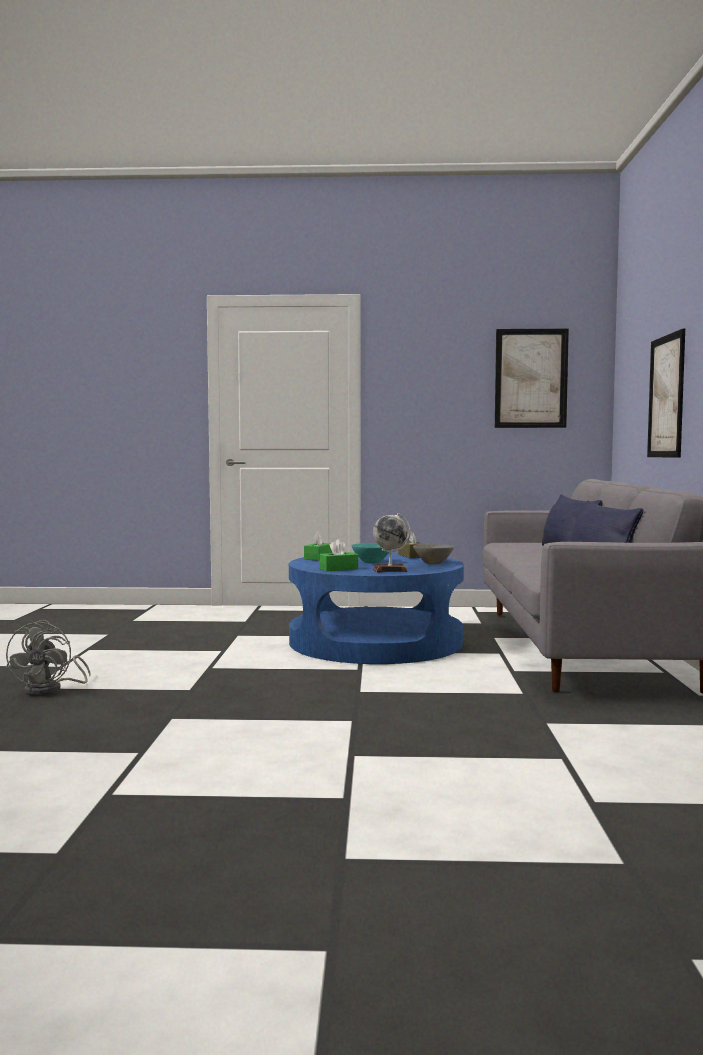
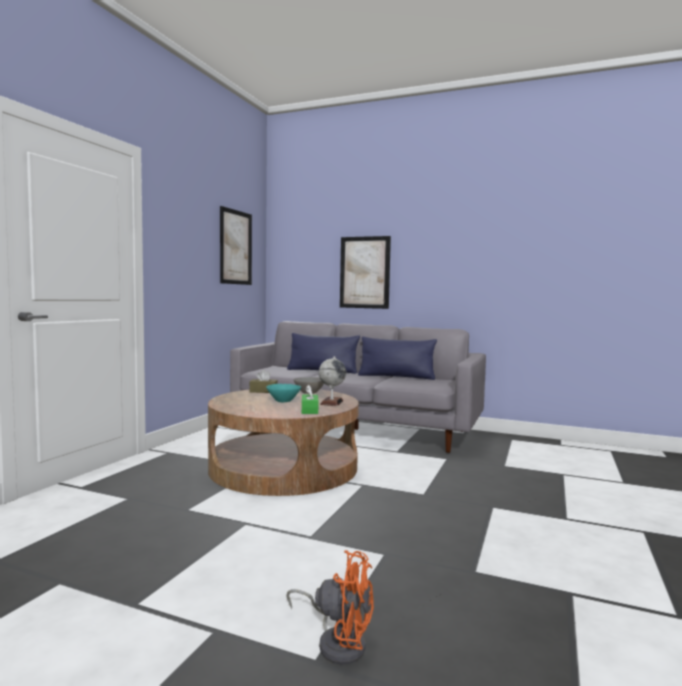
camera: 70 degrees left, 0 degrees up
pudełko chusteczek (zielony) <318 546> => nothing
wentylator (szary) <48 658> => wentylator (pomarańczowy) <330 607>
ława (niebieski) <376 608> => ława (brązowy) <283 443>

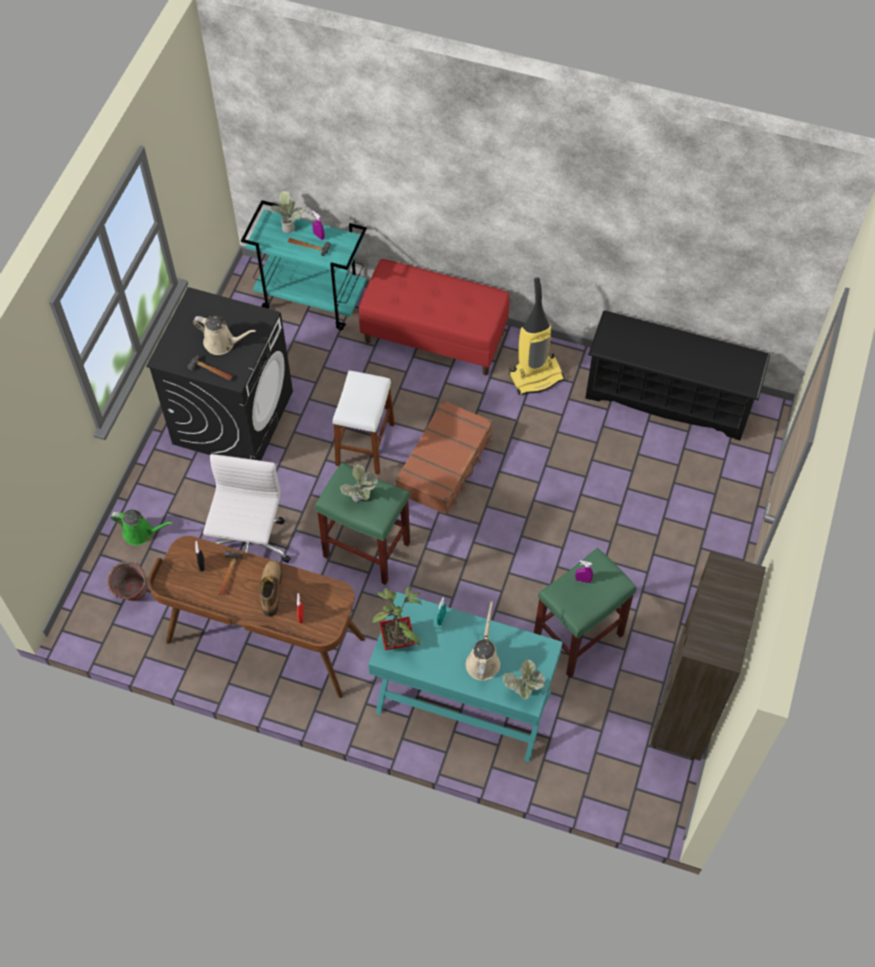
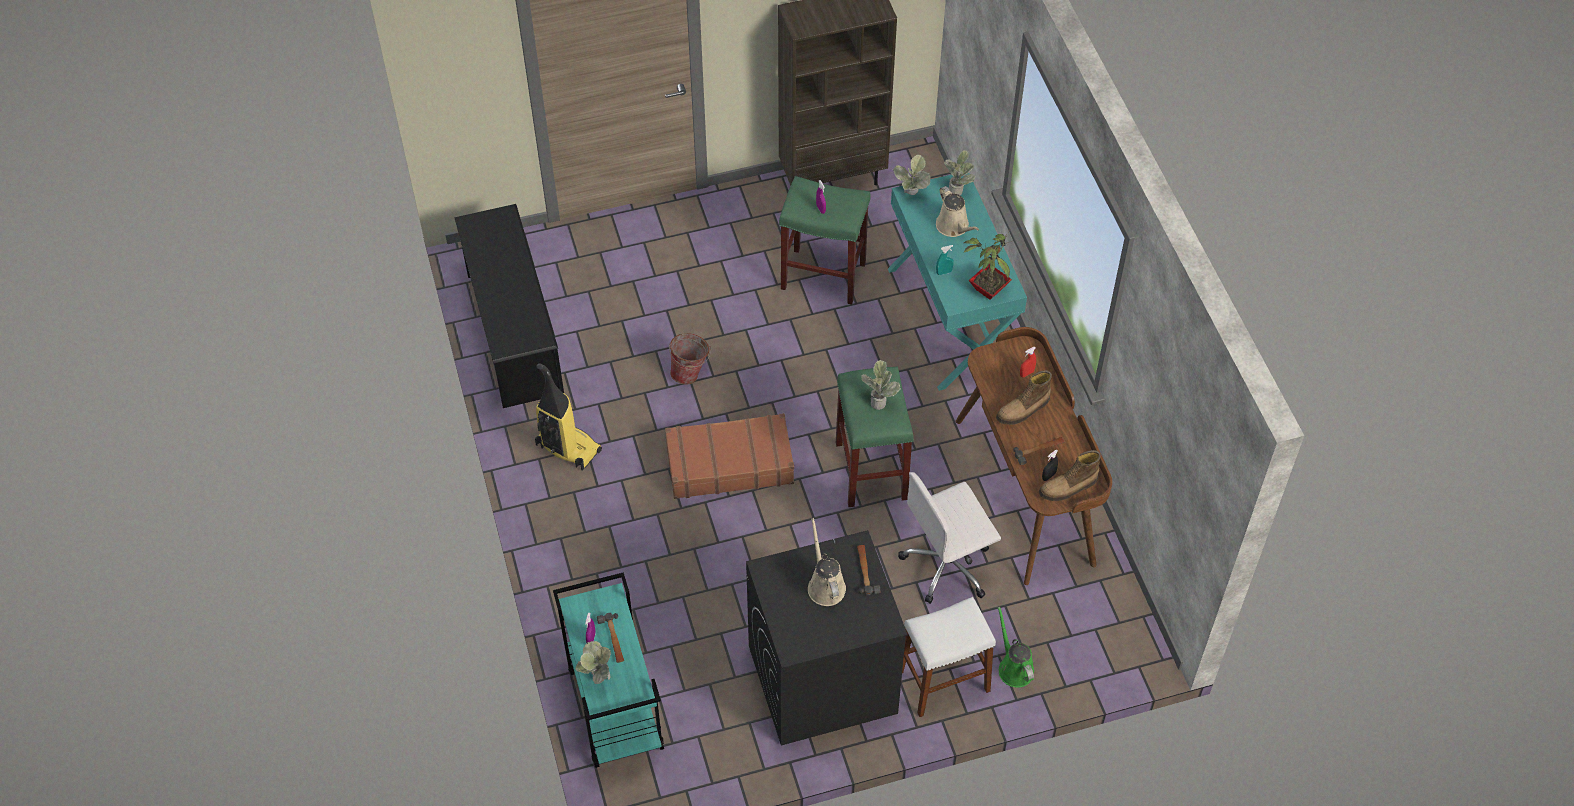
camera: 125 degrees left, 5 degrees down
ławka (czerwony) <434 317> => nothing
nothing => roślina doniczkowa <912 175>
nothing => but z cholewką <1070 475>
wiadro <127 580> => wiadro <690 359>, move
stołek (biały) <364 422> => stołek (biały) <949 657>, move
konewka (beżowy) <483 641> => konewka (beżowy) <957 211>, 90 degrees counterclockwise

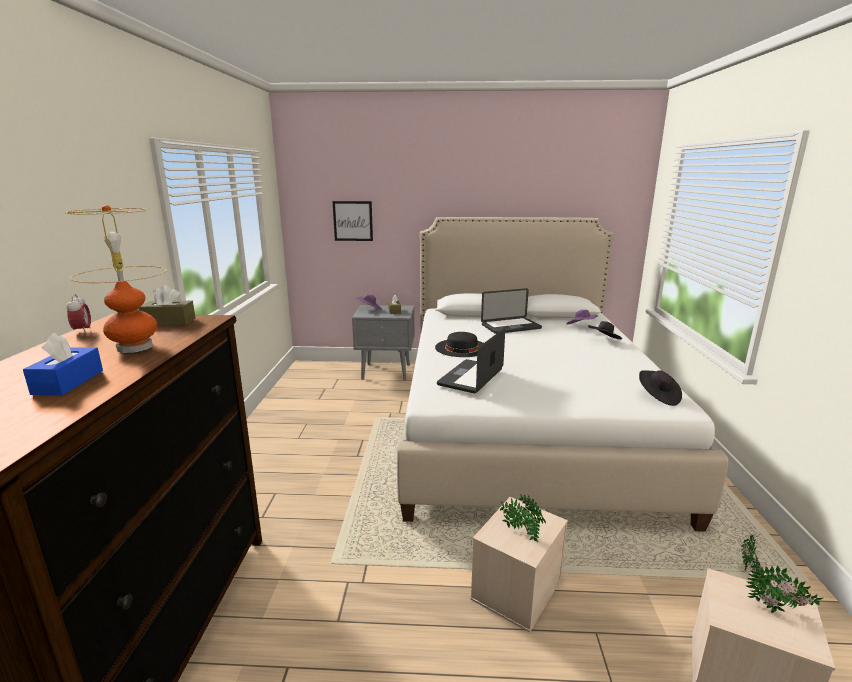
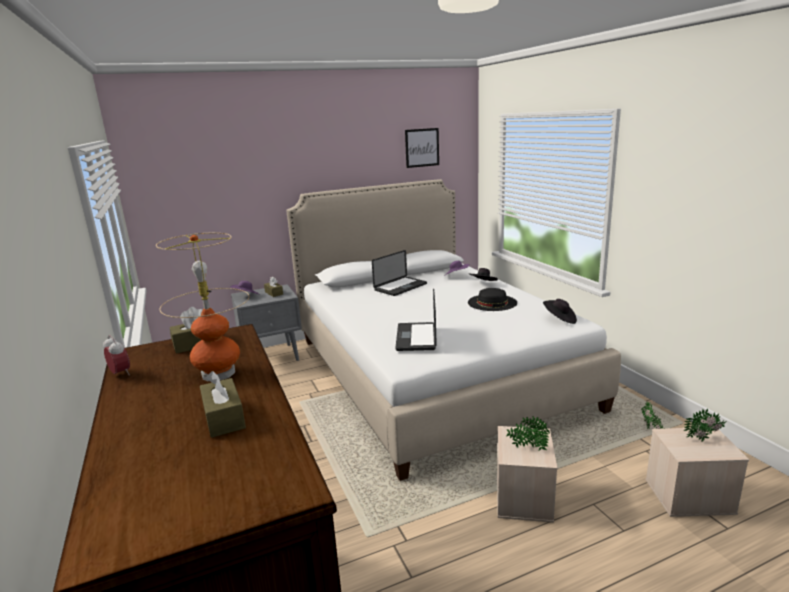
camera: 25 degrees left, 0 degrees up
obraz <353 221> => obraz <422 148>, move
kapelusz (czarny) <459 344> => kapelusz (czarny) <492 299>, move
pudełko chusteczek (niebieski) <63 364> => pudełko chusteczek (brązowy) <223 404>

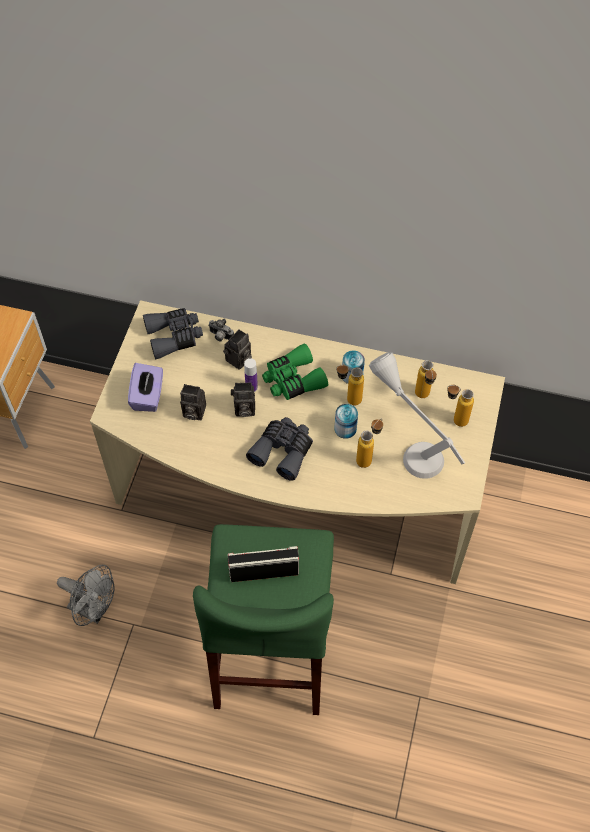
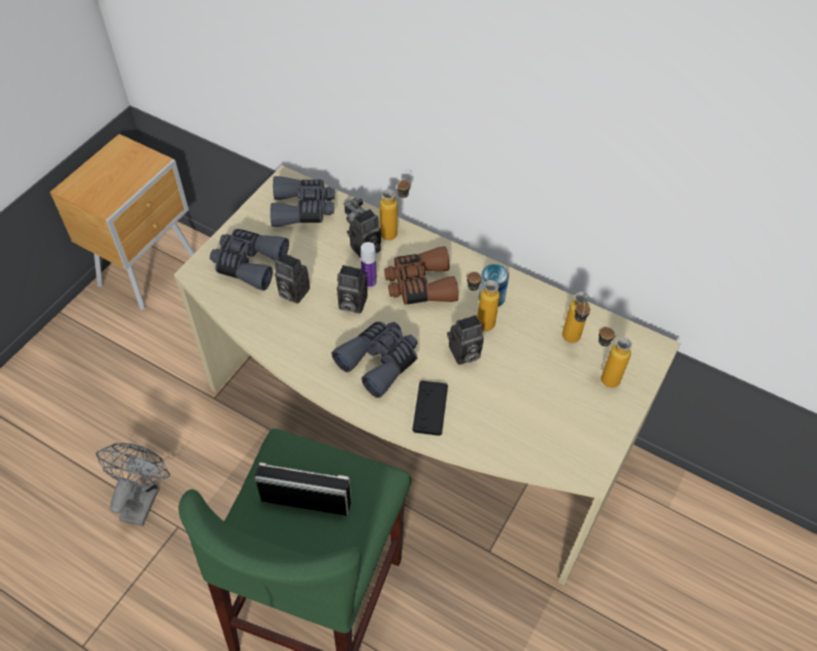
camera: 15 degrees right, 5 degrees down
lampa stołowa (szary) <417 415> => nothing
nothing => pad do gier (czarny) <430 408>
butelka <369 443> => butelka <395 209>, move
pudełko chusteczek (fioletowy) <145 387> => lornetka (szary) <249 260>
puszka <346 421> => aparat fotograficzny <465 340>
lornetka (zielony) <295 371> => lornetka (brązowy) <421 275>
wentylator (szary) <86 595> => wentylator (szary) <133 484>, 120 degrees counterclockwise

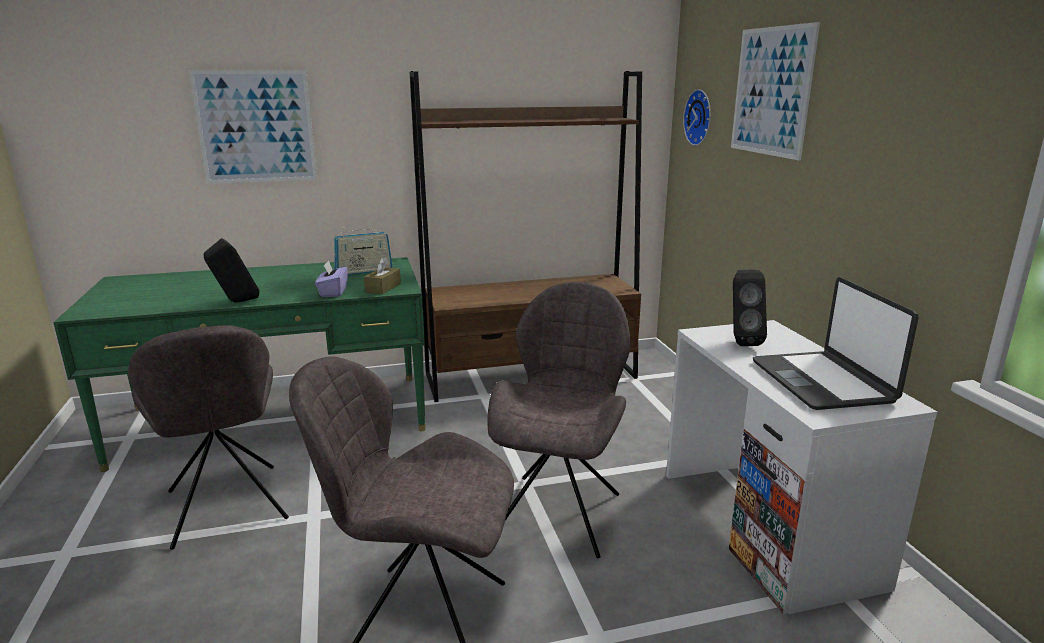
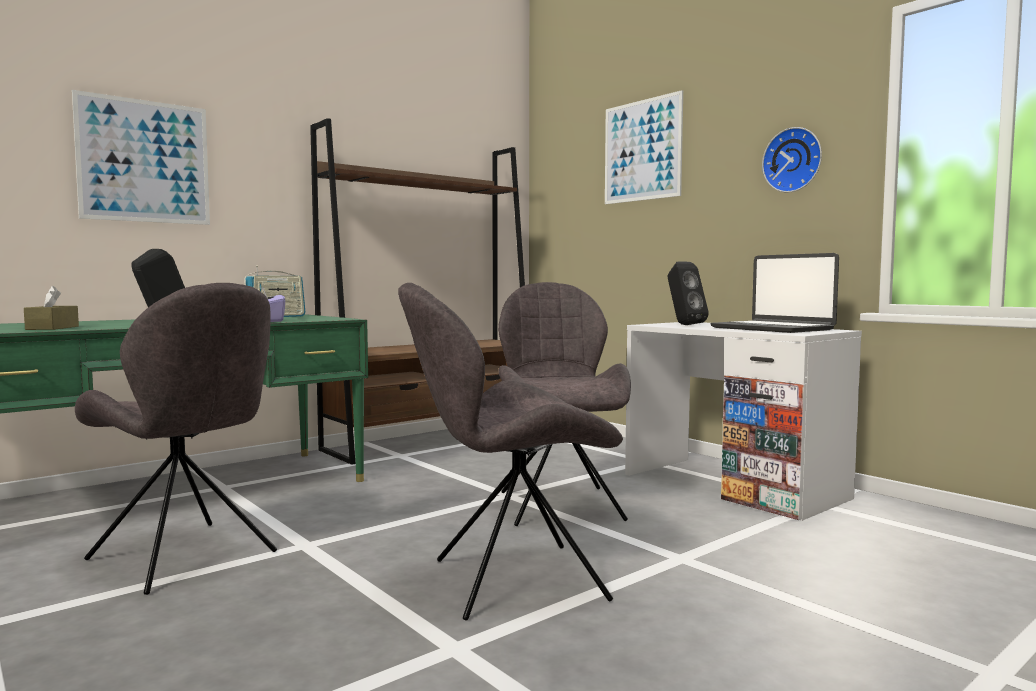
camera: 25 degrees left, 15 degrees down
pudełko chusteczek (brązowy) <382 275> => pudełko chusteczek (brązowy) <51 308>, move
zegar ścienny <697 117> => zegar ścienny <792 160>, move

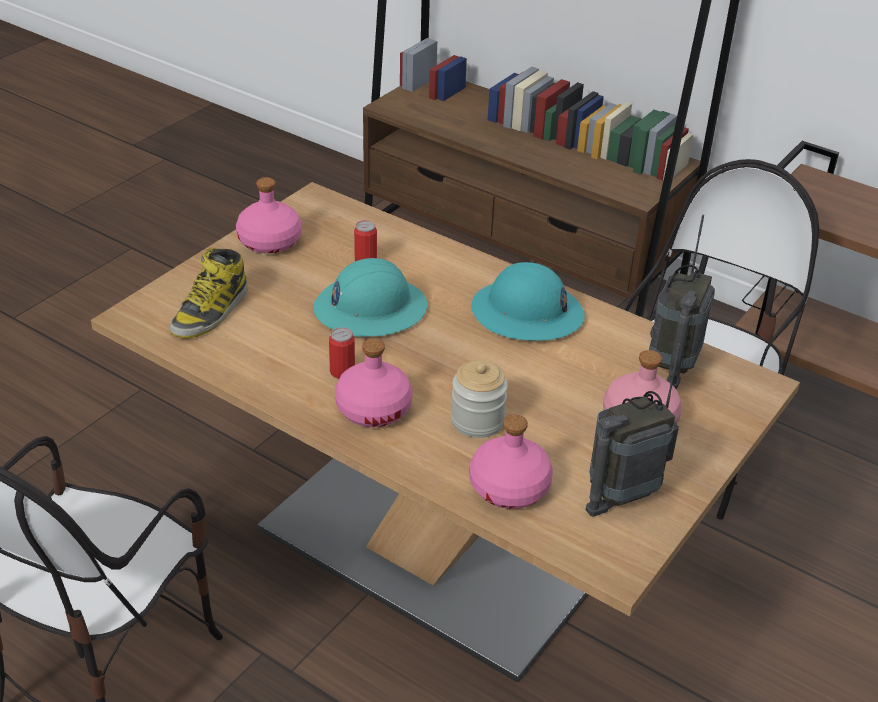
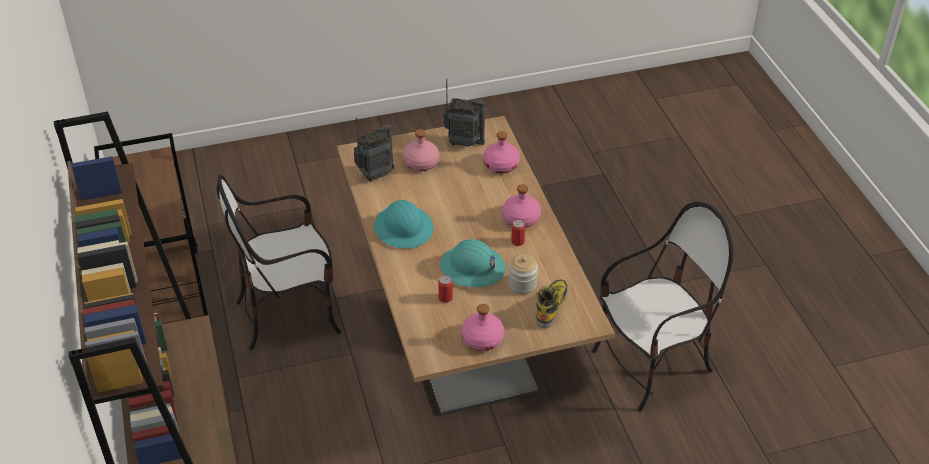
camera: 140 degrees left, 5 degrees up
słoik <479 399> => słoik <523 274>, move
but z cholewką <208 293> => but z cholewką <551 303>, 45 degrees counterclockwise

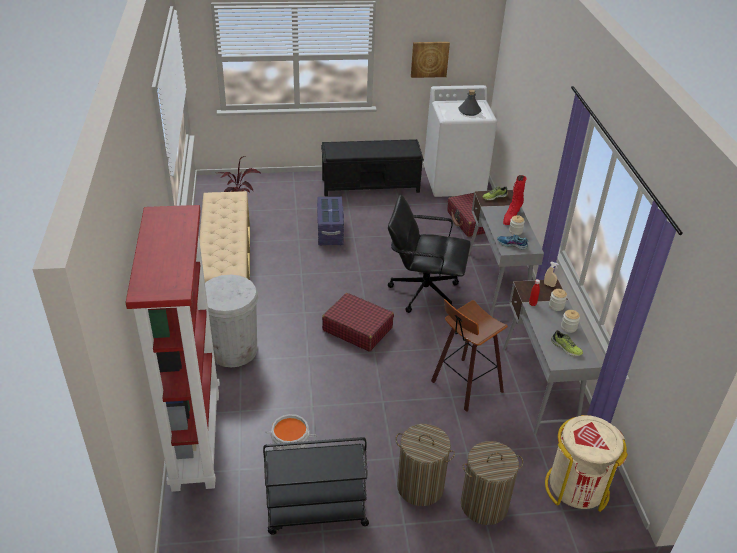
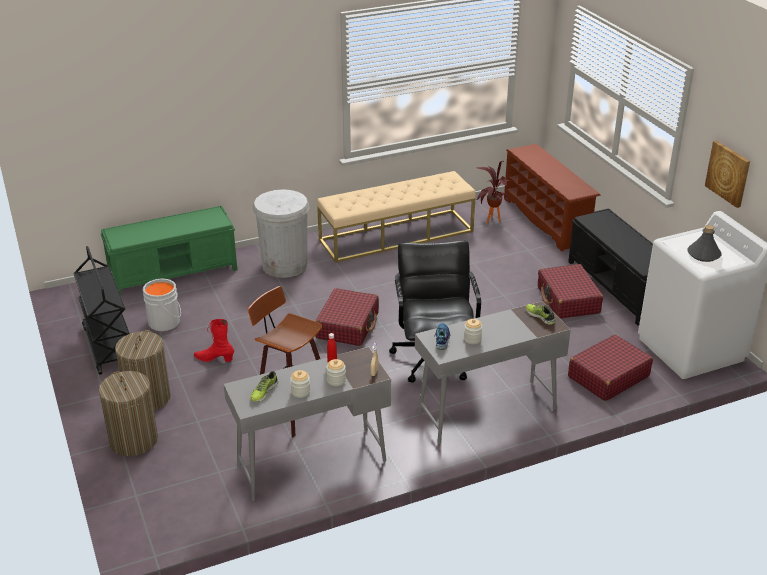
camera: 75 degrees right, 5 degrees down
pojemnik do przechowywania (fioletowy) <330 221> => nothing
kosz na śmieci (beżowy) <586 463> => nothing
nothing => regał na buty (brązowy) <552 197>
nothing => walizka (czerwony) <570 291>
but z cholewką (czerwony) <514 200> => but z cholewką (czerwony) <214 340>, move
regał (czerwony) <172 348> => ławka (zielony) <168 250>

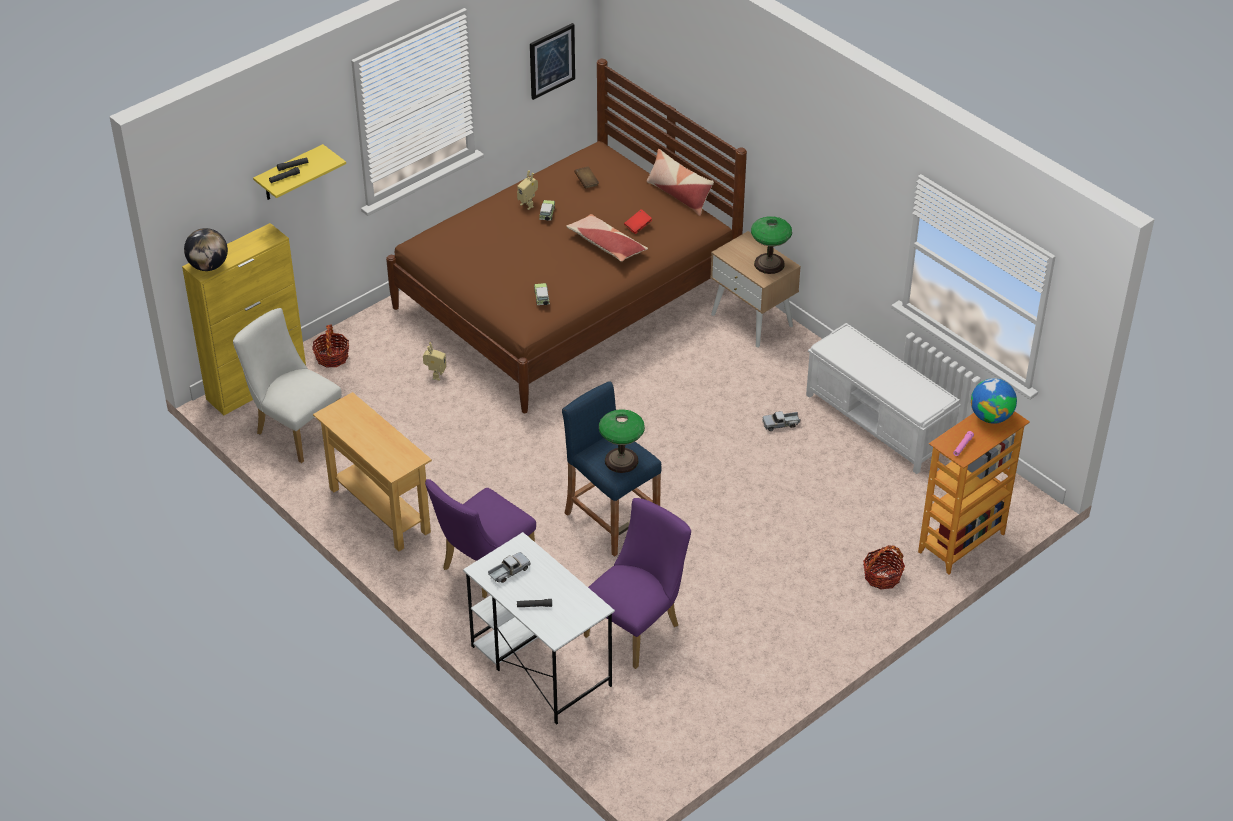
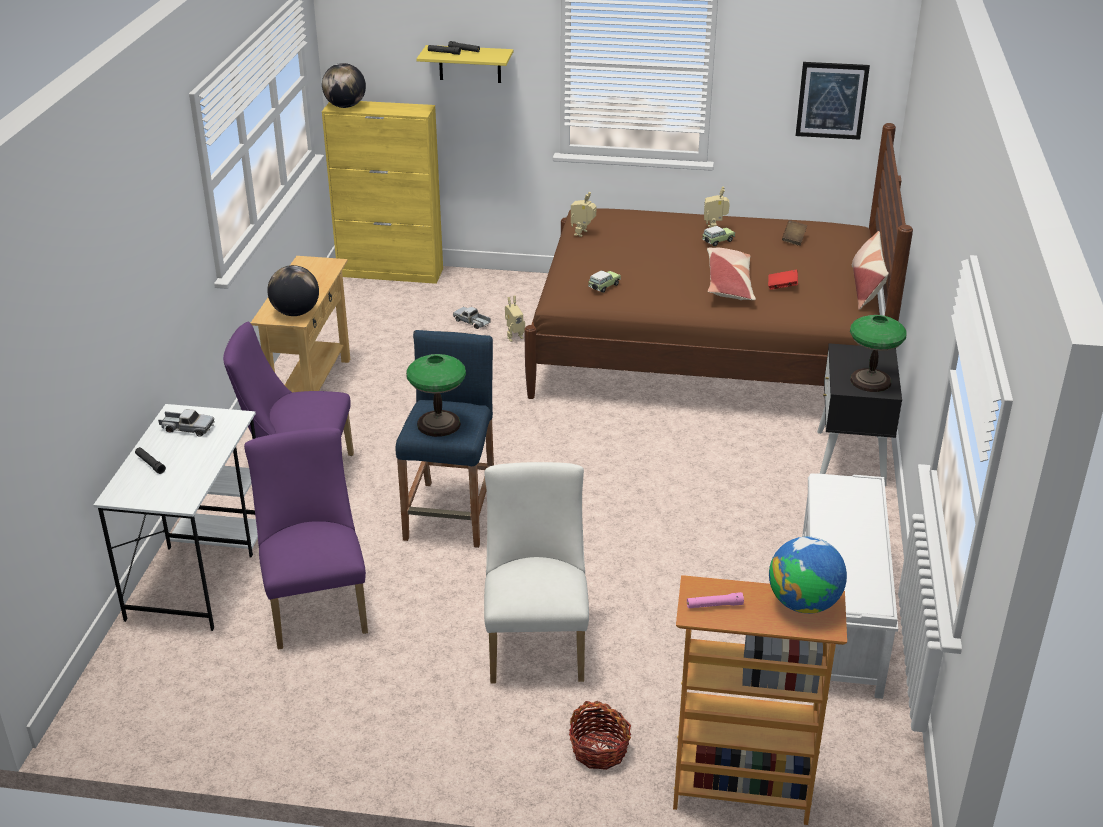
camera: 50 degrees right, 10 degrees down
koszyk <330 346> => nothing
nothing => globus <293 290>
nothing => robot zabawkowy <583 214>
krzesło (biały) <287 385> => krzesło (biały) <536 573>, move
ciężarówka zabawkowa <781 421> => ciężarówka zabawkowa <471 318>, move
szafka nocna (beżowy) <755 289> => szafka nocna (czarny) <859 414>
krzesło (fioletowy) <637 583> => krzesło (fioletowy) <306 538>, 105 degrees counterclockwise

